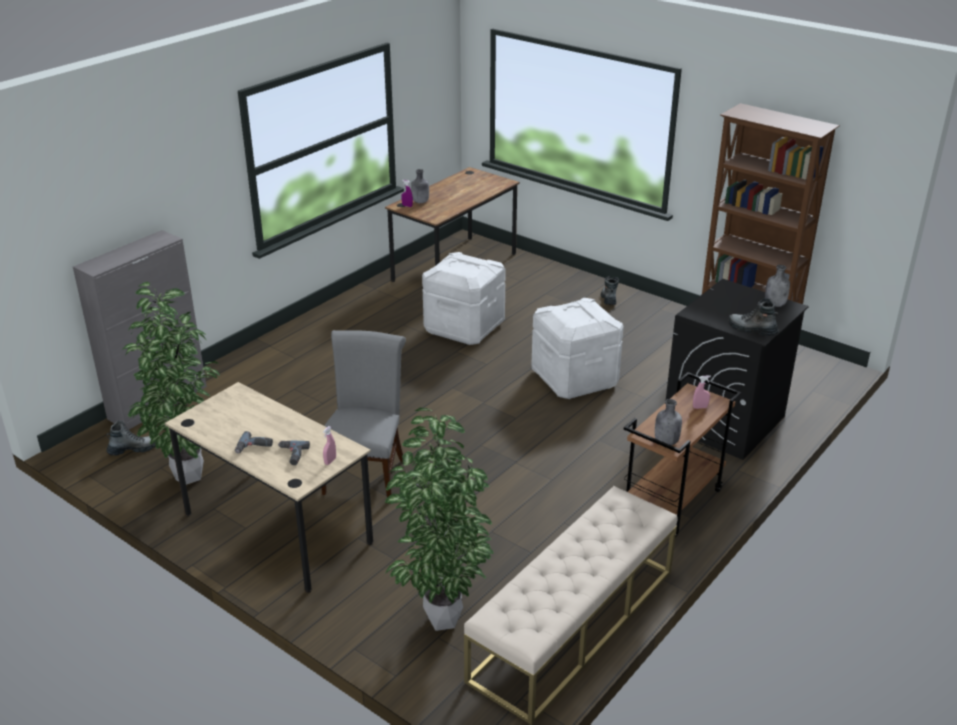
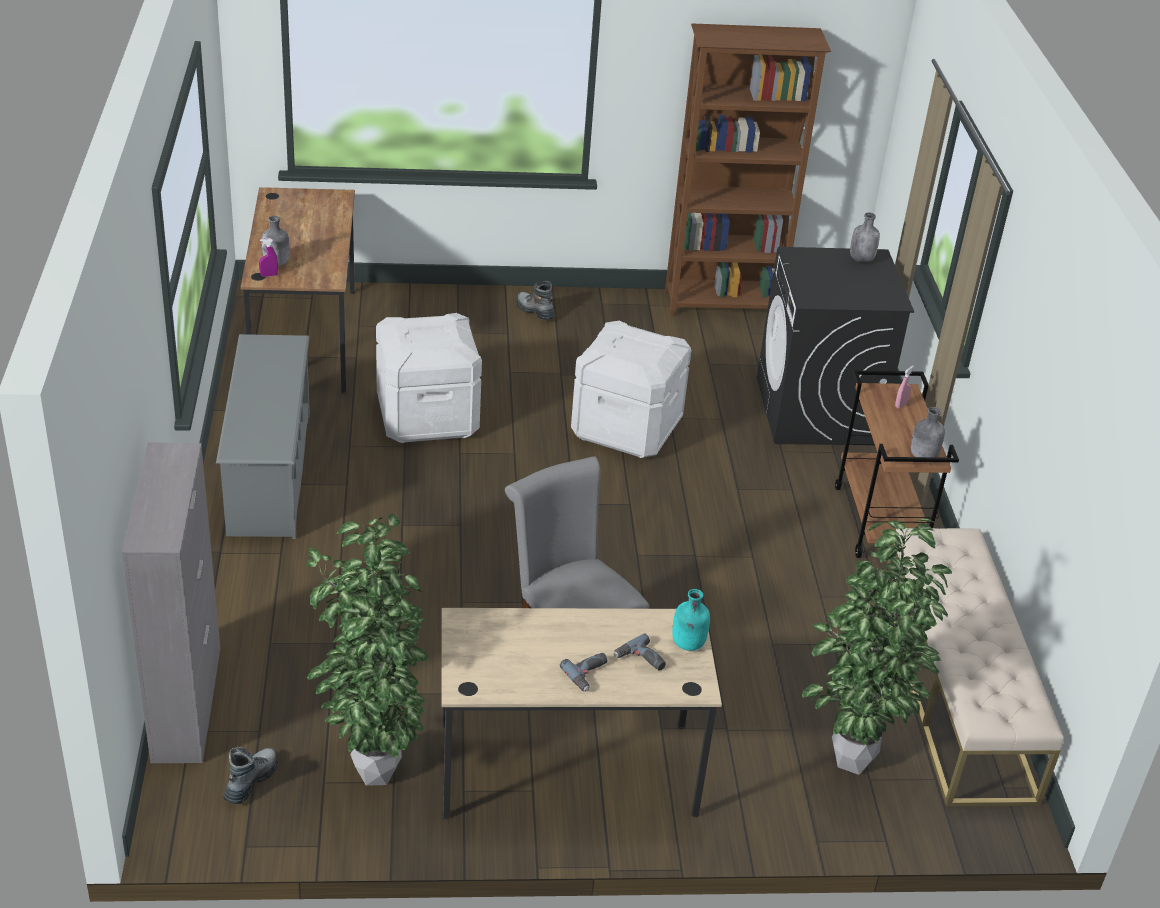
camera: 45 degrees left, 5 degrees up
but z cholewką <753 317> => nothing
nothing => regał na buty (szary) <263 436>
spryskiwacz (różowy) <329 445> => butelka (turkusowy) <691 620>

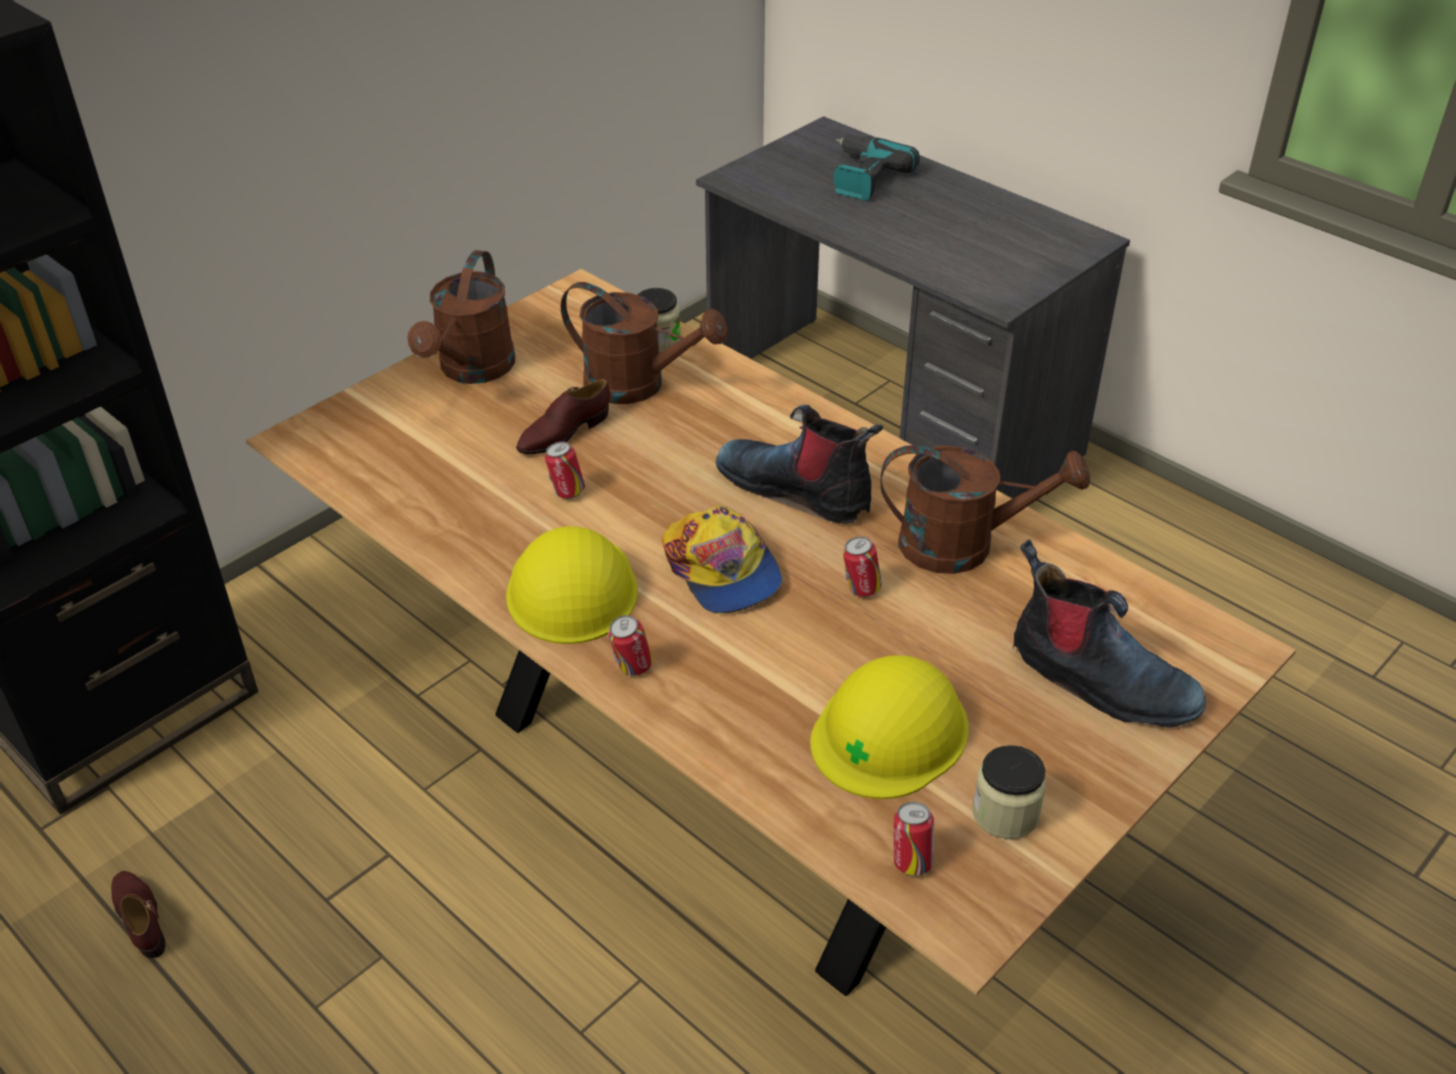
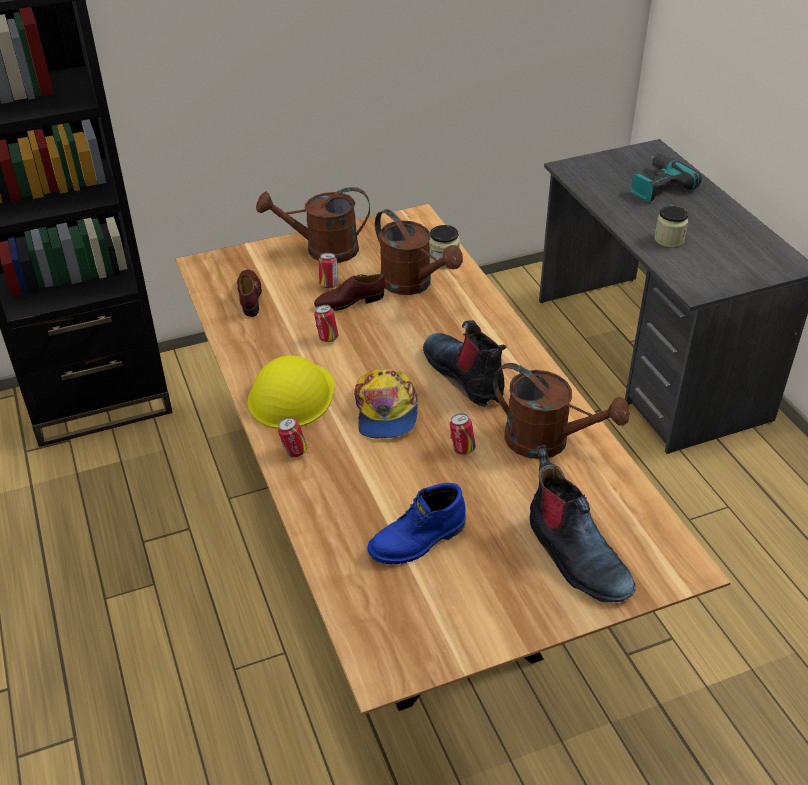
camera: 25 degrees right, 0 degrees up
but (brązowy) <138 914> => but (brązowy) <249 293>, move
puszka <913 838> => puszka <328 270>, move
słoik <1009 792> => słoik <671 226>, move
kask (żółty) <889 727> => but z cholewką (niebieski) <416 523>
konewka (brązowy) <461 317> => konewka (brązowy) <313 225>, 45 degrees clockwise

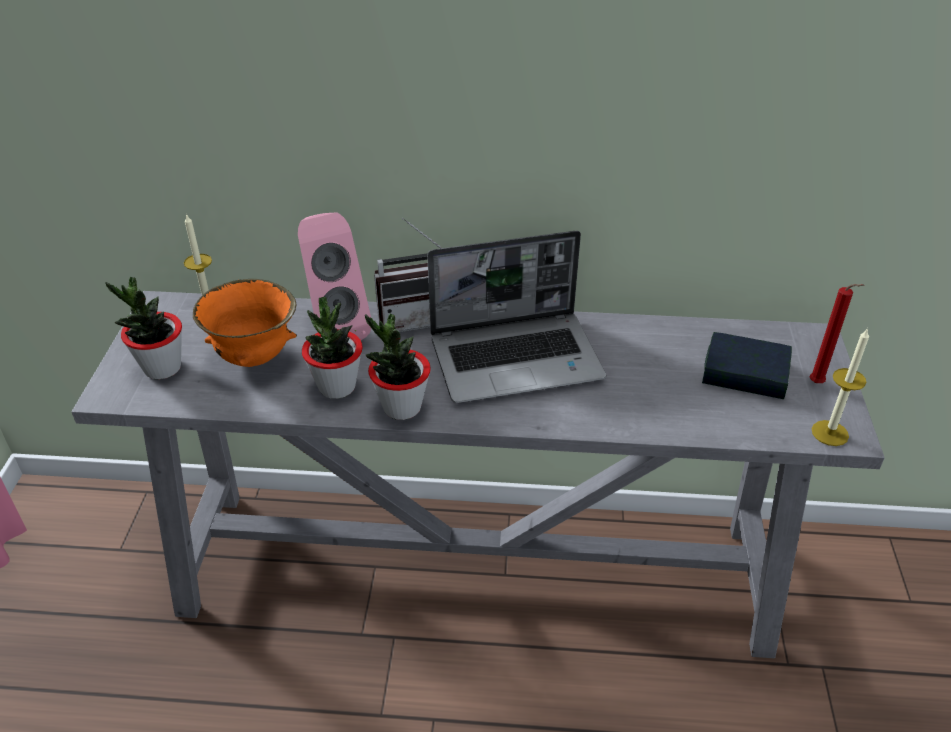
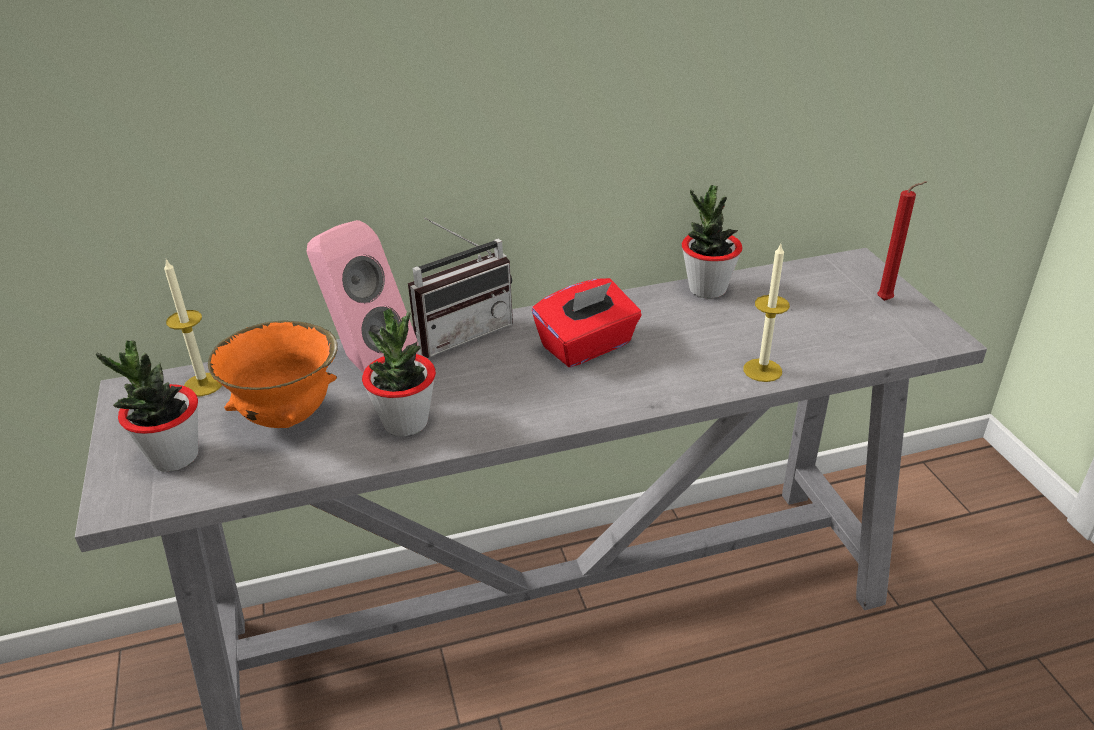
camera: 20 degrees left, 5 degrees down
książka <747 365> => nothing
roślina doniczkowa <398 367> => roślina doniczkowa <712 241>, move
świeca <840 387> => świeca <766 313>, move
laptop <516 317> => pudełko chusteczek (czerwony) <586 322>

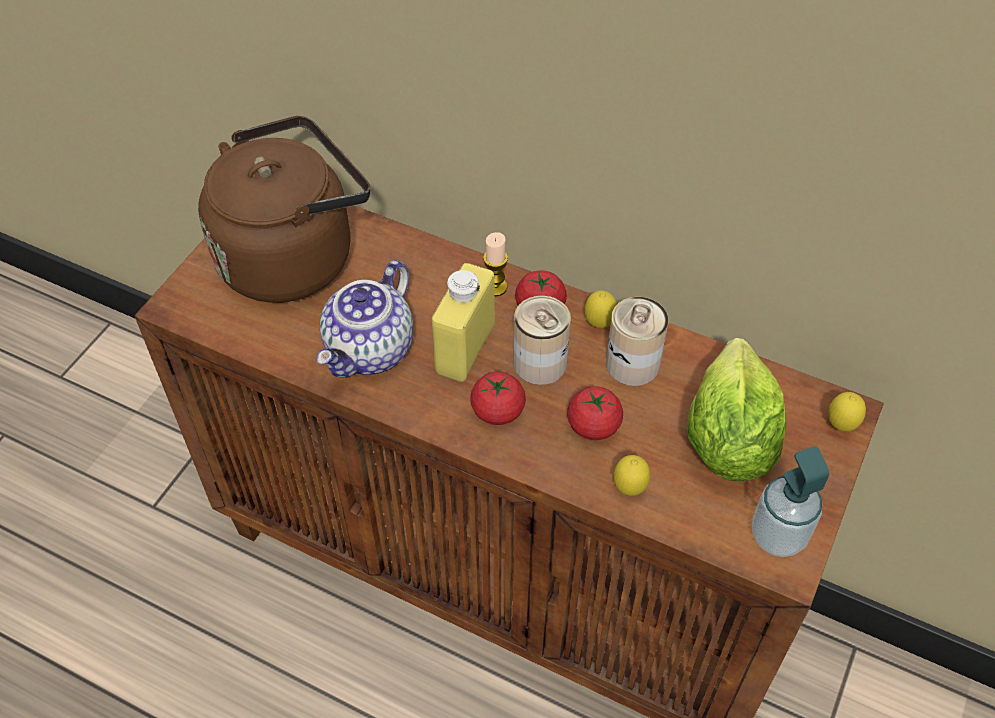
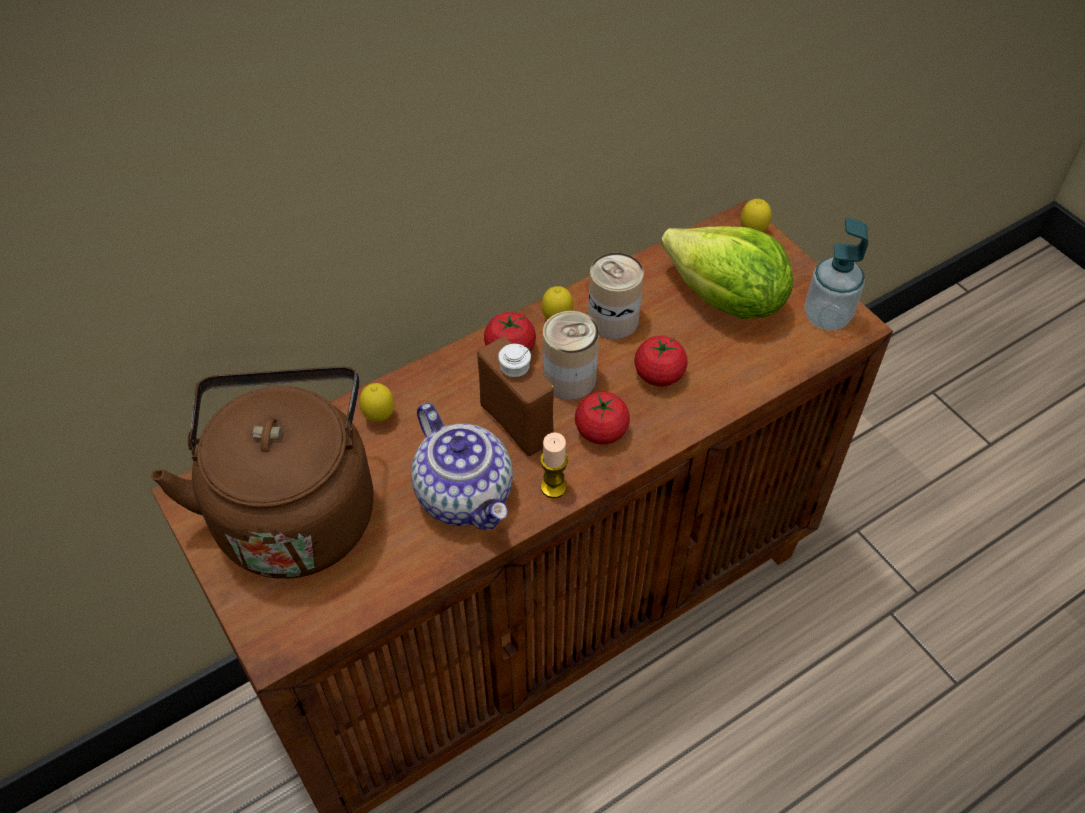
camera: 60 degrees left, 0 degrees up
świeca <495 264> => świeca <554 465>, move
cytryna <631 475> => cytryna <376 402>, move
butelka (żółty) <463 322> => butelka (brązowy) <516 396>

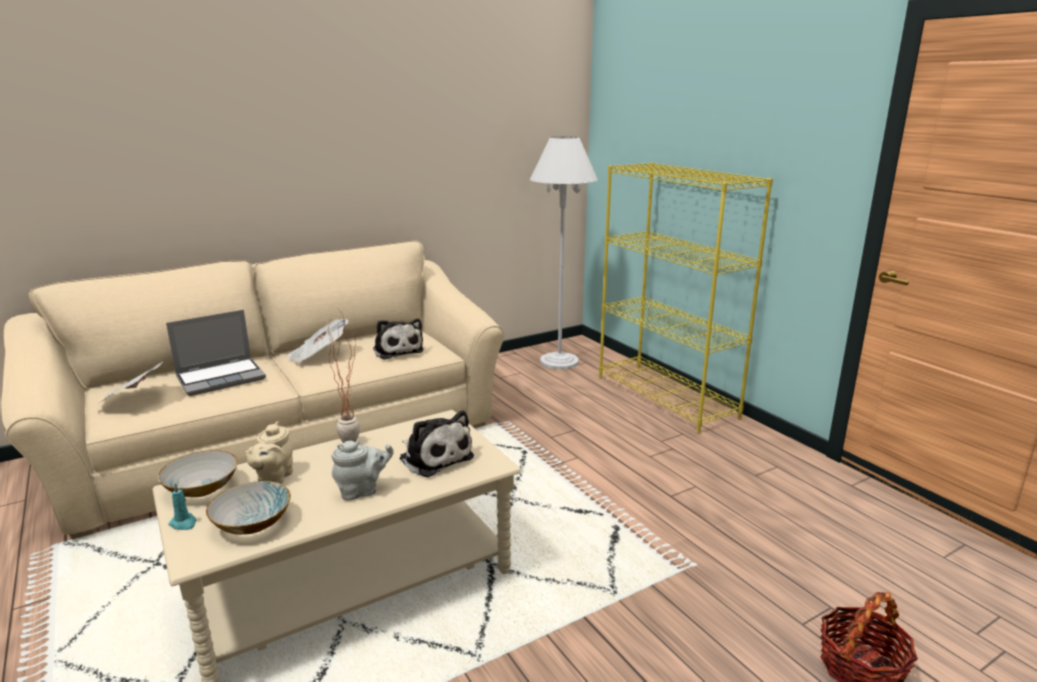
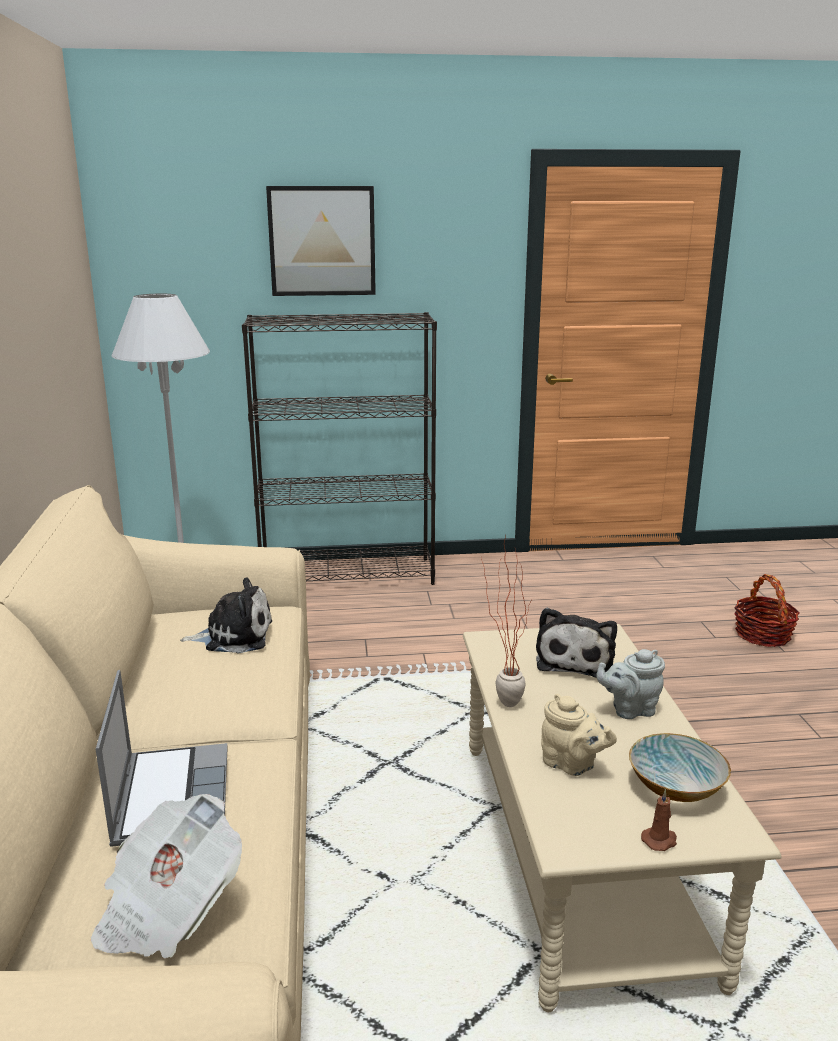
camera: 65 degrees left, 0 degrees up
miska <198 473> => nothing
gazeta <318 341> => nothing
nothing => obraz <321 241>
świeca (turkusowy) <182 506> => świeca (brązowy) <659 820>
regał (żółty) <686 298> => regał (czarny) <339 448>
imbryk (szary) <363 470> => imbryk (szary) <630 684>, 105 degrees counterclockwise
pluszak <436 443> => pluszak <576 643>, 120 degrees clockwise

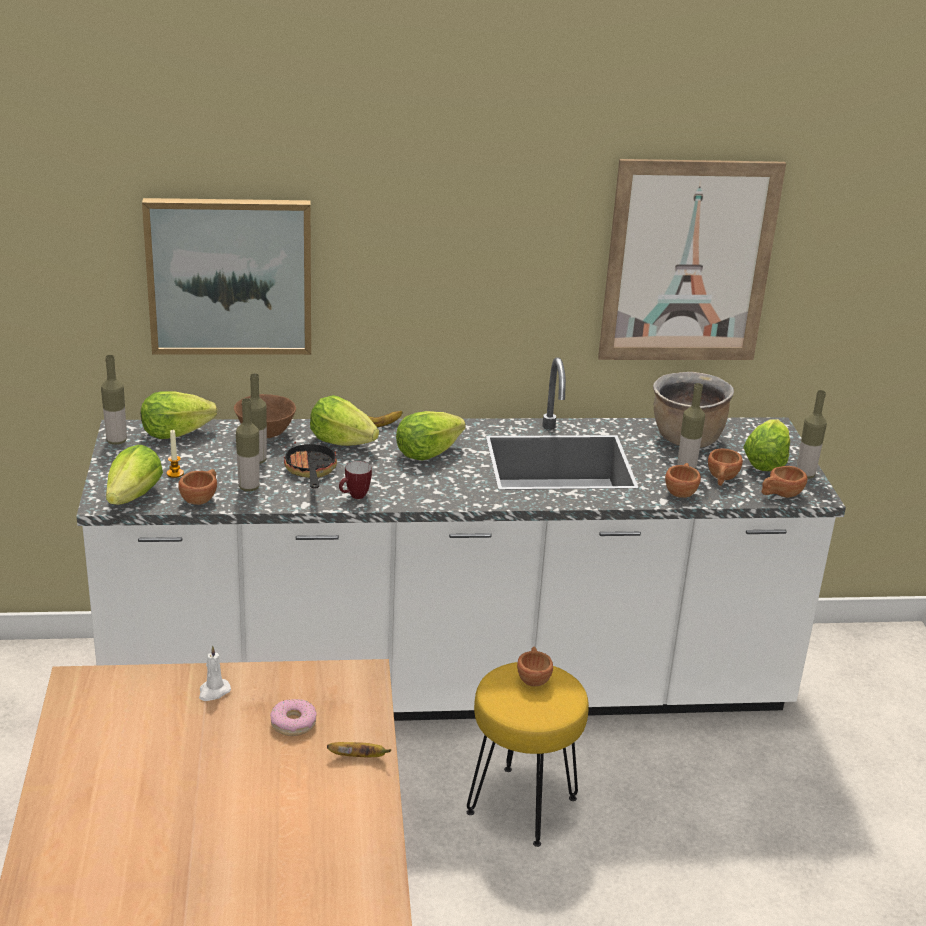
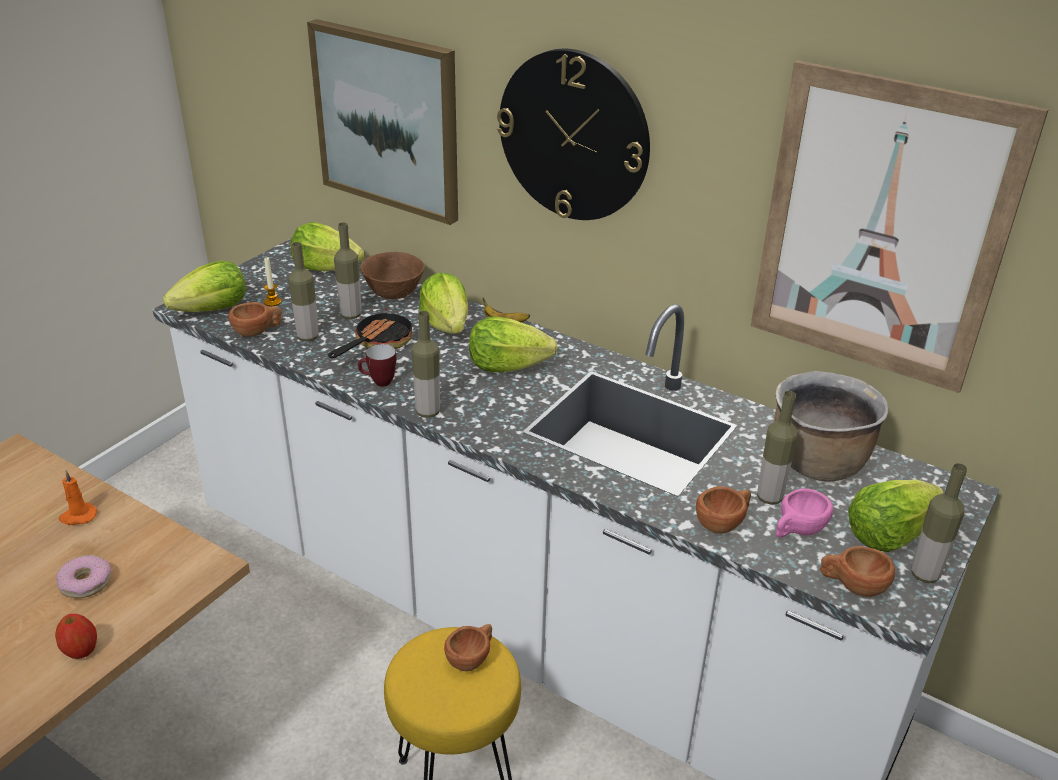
camera: 40 degrees right, 5 degrees up
nothing => zegar ścienny <573 134>
butelka <114 400> => butelka <425 364>, move
banan <359 749> => jabłko <76 636>
świeca (biały) <215 673> => świeca (pomarańczowy) <78 497>
filiżanka (brązowy) <725 467> => filiżanka (różowy) <805 513>

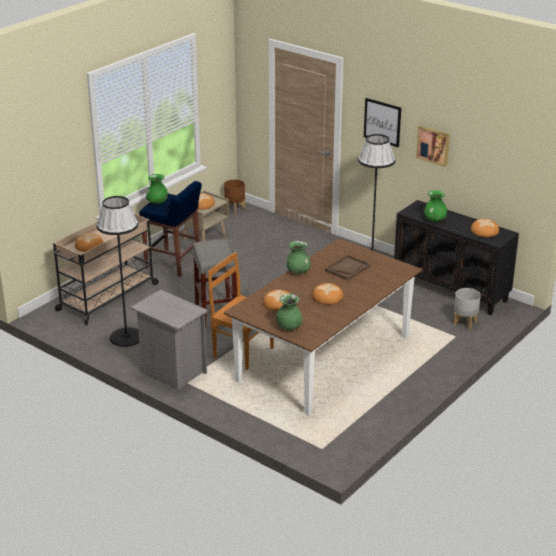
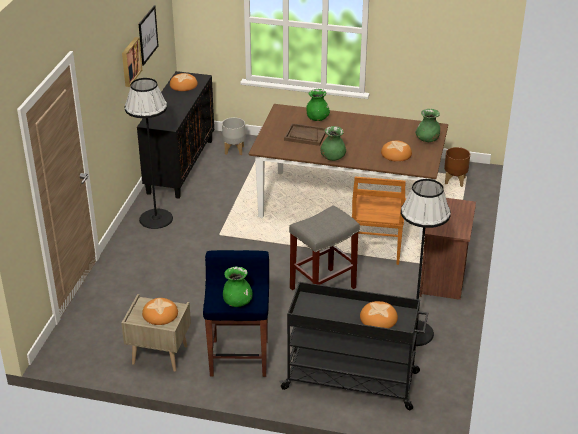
camera: 115 degrees left, 5 degrees up
chleb <327 294> => nothing
donica (brązowy) <234 196> => donica (brązowy) <457 167>, move
obraz <382 122> => obraz <149 35>, move
wazon (zielony) <435 205> => wazon (zielony) <318 105>, move
wózek (beżowy) <106 269> => wózek (czarny) <353 346>
szafka nocna (szary) <169 339> => szafka nocna (brązowy) <447 249>

